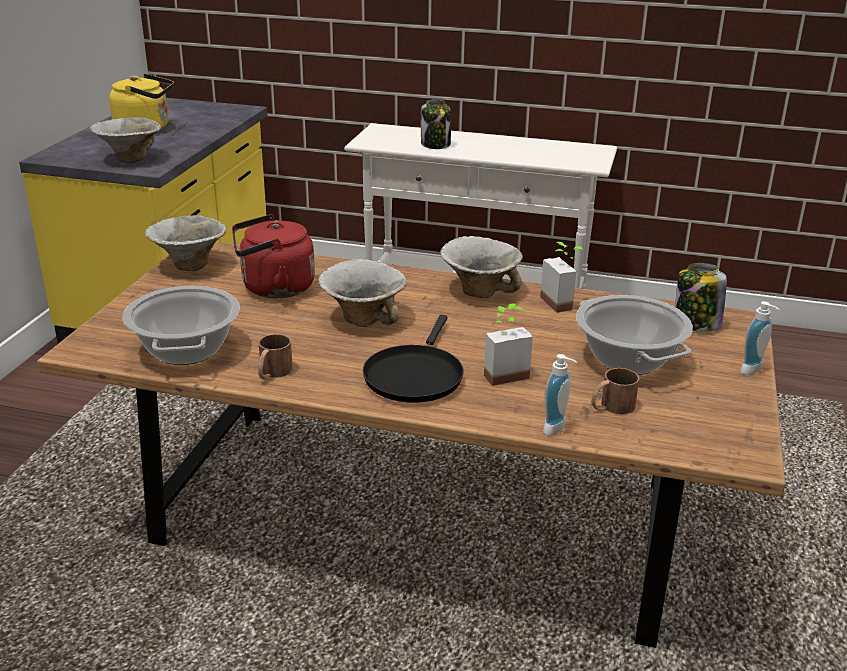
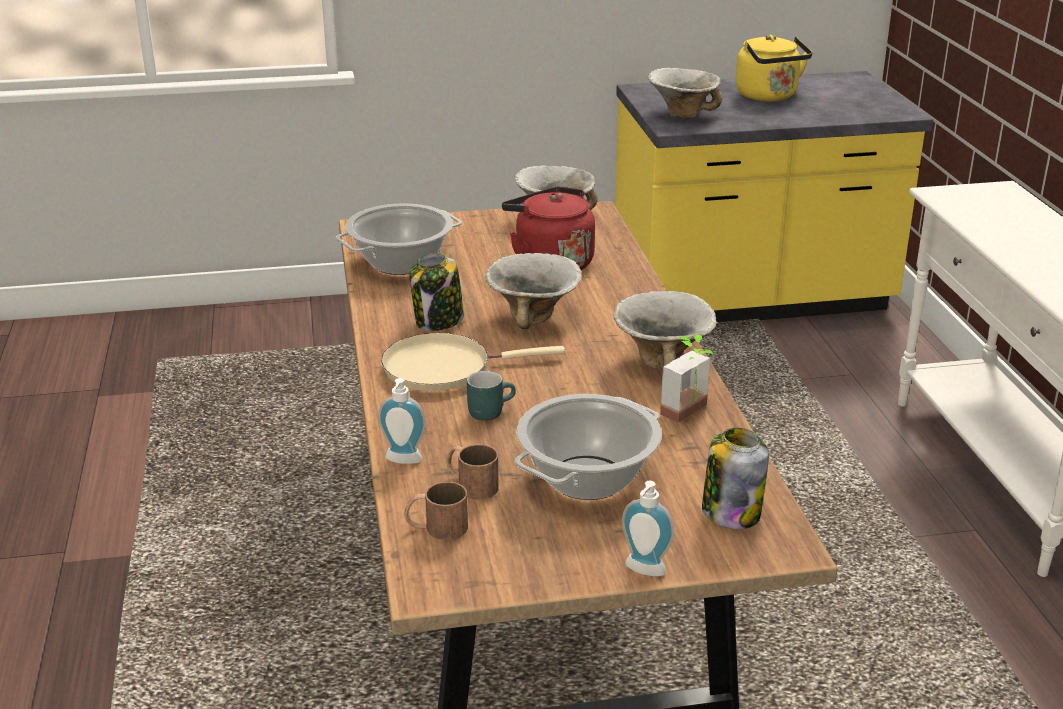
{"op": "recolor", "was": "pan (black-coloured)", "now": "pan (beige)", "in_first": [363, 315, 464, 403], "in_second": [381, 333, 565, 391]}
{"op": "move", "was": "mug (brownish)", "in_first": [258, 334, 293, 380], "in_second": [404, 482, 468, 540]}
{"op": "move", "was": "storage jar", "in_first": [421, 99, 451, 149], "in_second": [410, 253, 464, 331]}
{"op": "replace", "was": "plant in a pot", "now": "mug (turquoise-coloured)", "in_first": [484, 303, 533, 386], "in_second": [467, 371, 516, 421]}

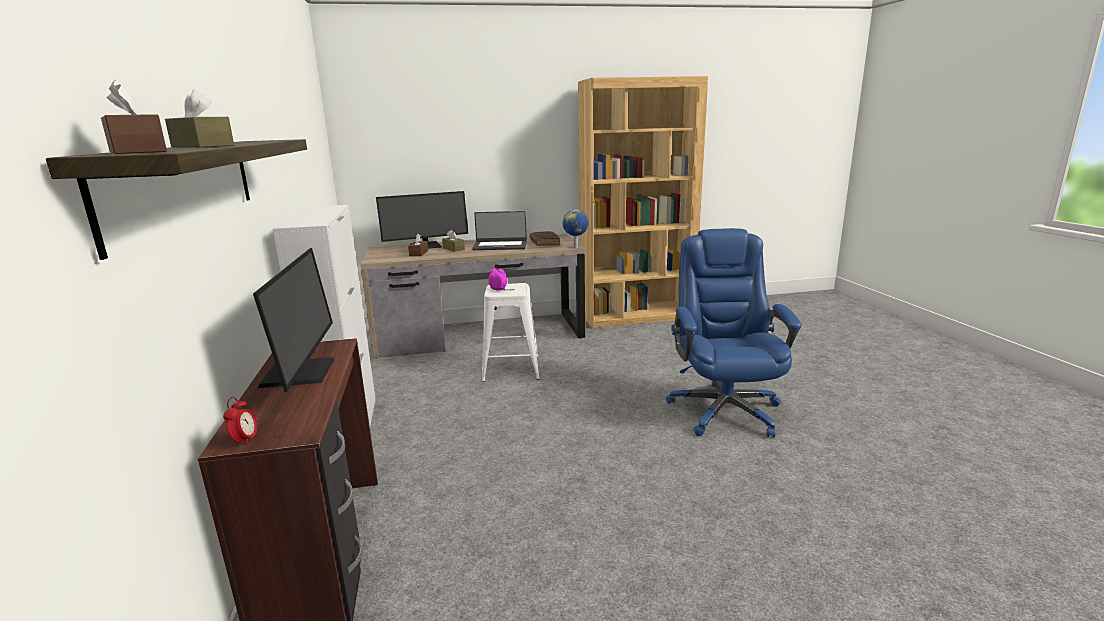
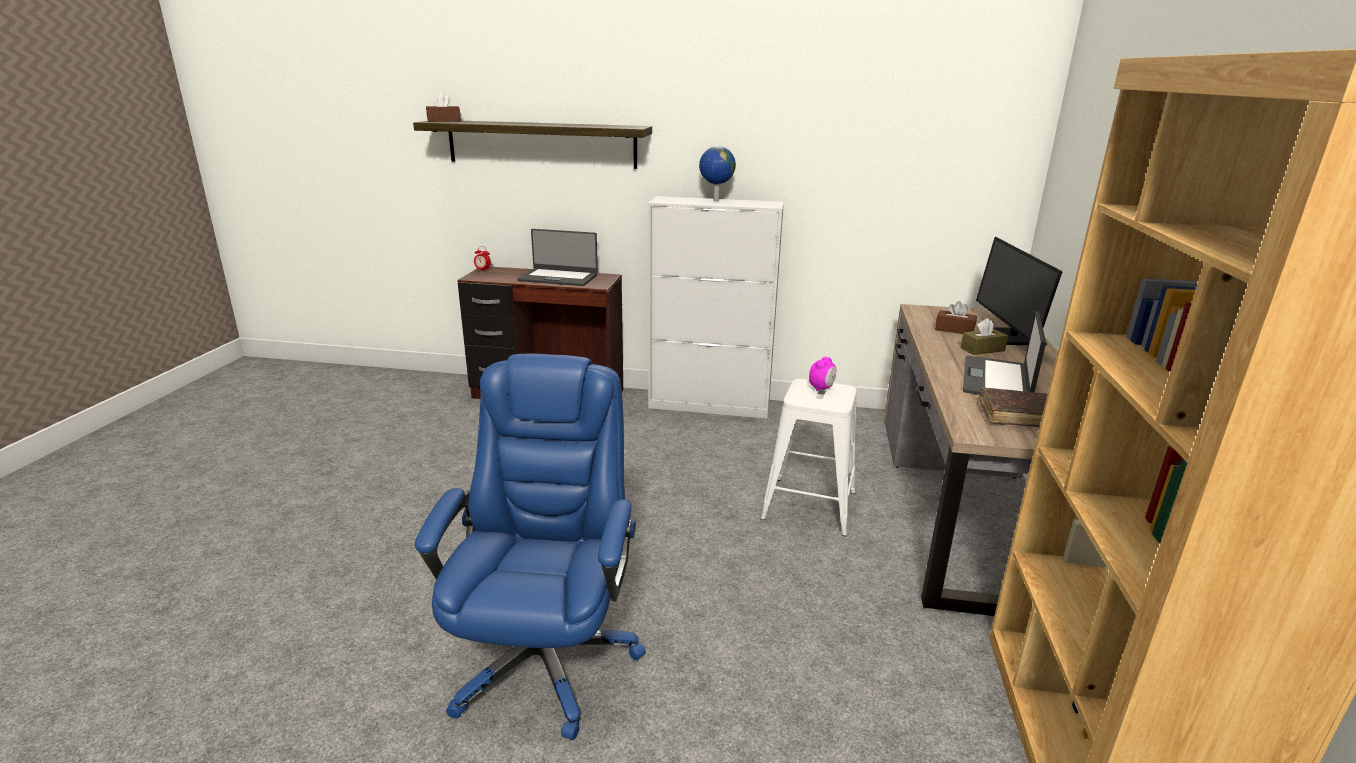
{"op": "rotate", "was": "desk chair (bluish)", "in_first": [666, 228, 802, 438], "in_second": [415, 354, 646, 740], "clockwise": -105}
{"op": "replace", "was": "monitor", "now": "notebook computer", "in_first": [253, 248, 335, 392], "in_second": [517, 229, 598, 286]}
{"op": "move", "was": "desk globe", "in_first": [563, 209, 589, 248], "in_second": [699, 146, 736, 202]}
{"op": "delete", "was": "tissue box (brownish)", "in_first": [165, 89, 234, 147]}

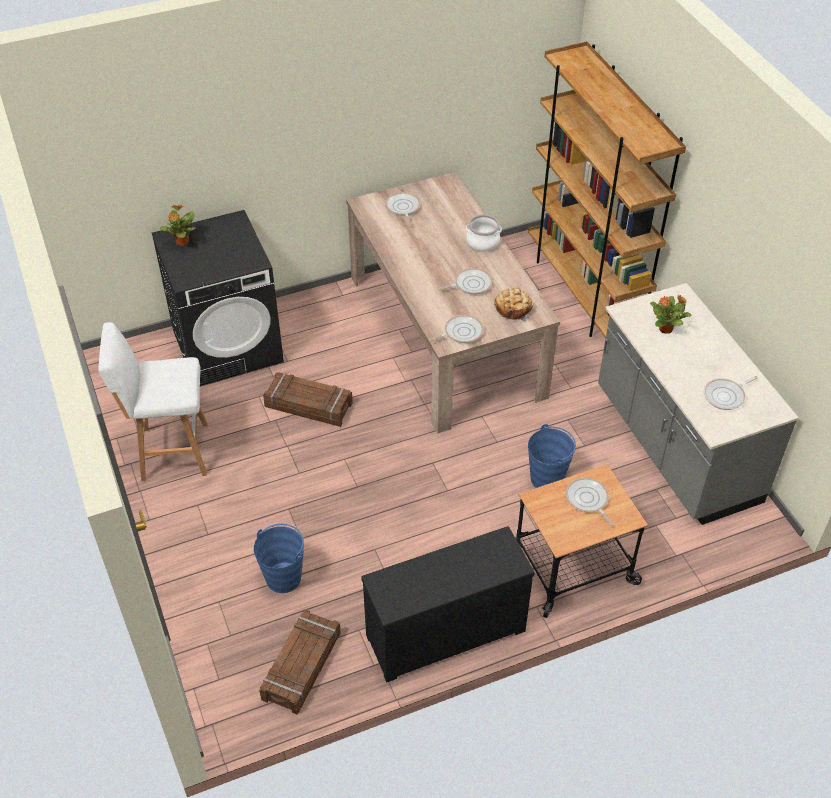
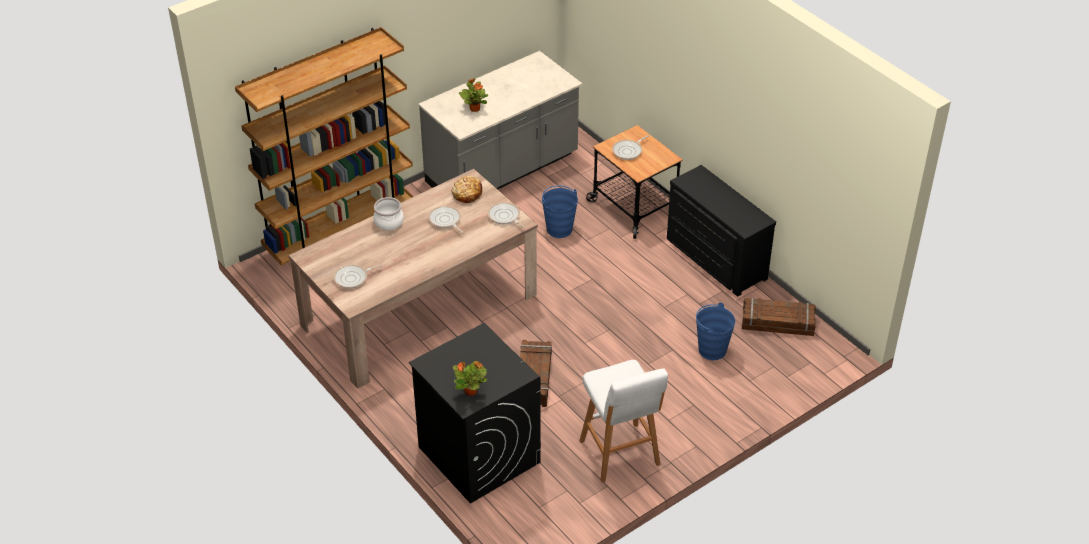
{"op": "delete", "was": "pan", "in_first": [704, 376, 758, 410]}

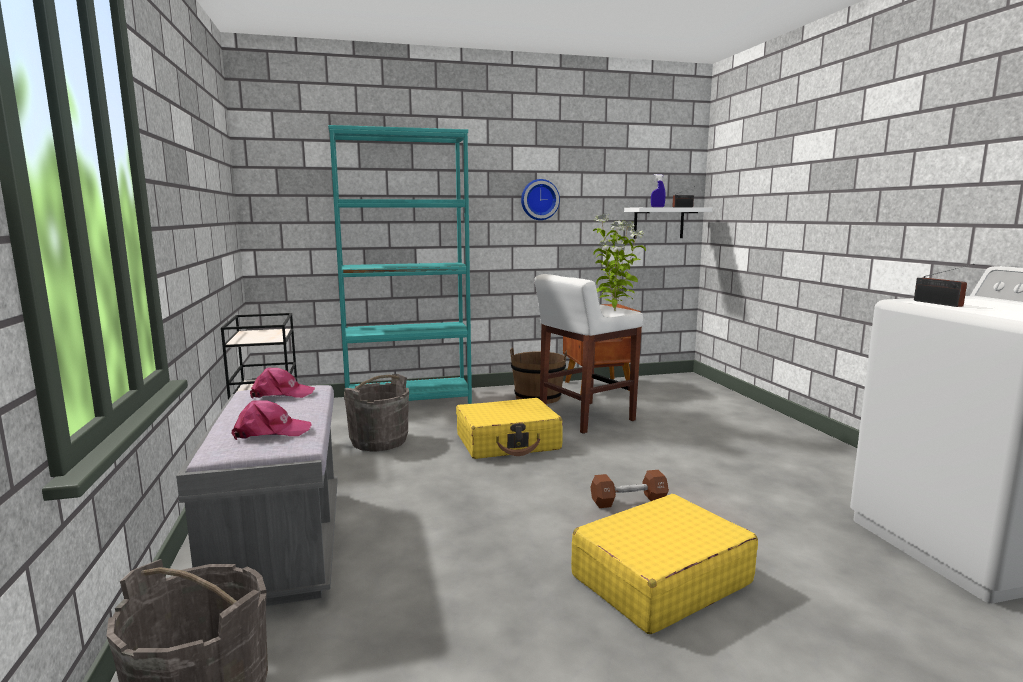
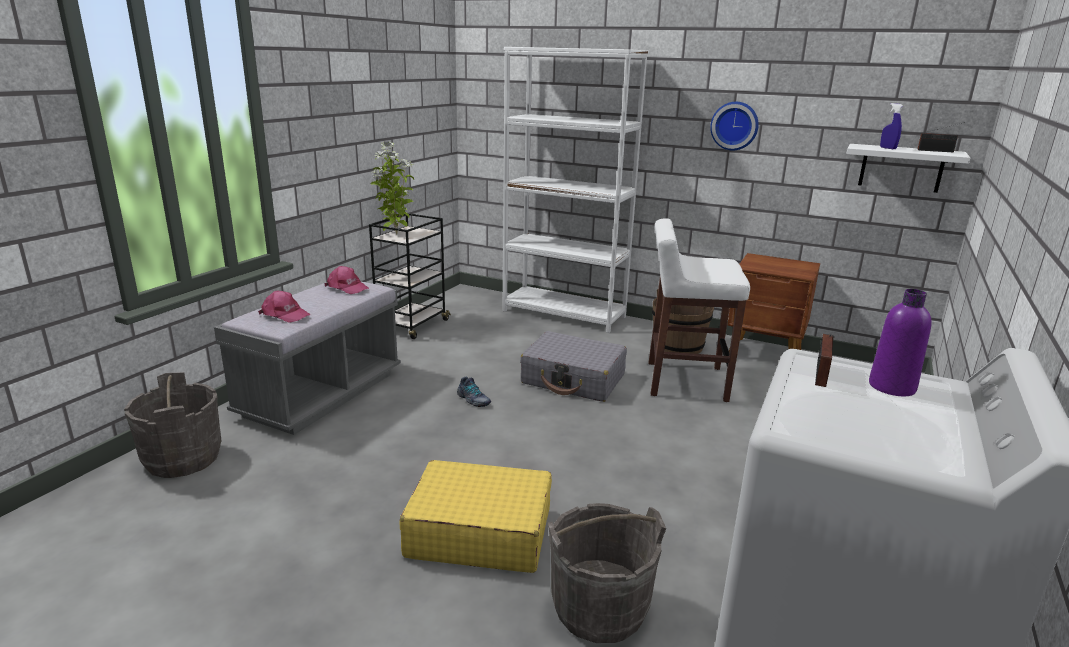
{"op": "move", "was": "plant in a pot", "in_first": [593, 213, 646, 311], "in_second": [371, 141, 414, 234]}
{"op": "insert", "now": "item of footwear", "in_second": [457, 377, 491, 407]}
{"op": "recolor", "was": "bookshelf (turquoise-coloured)", "now": "bookshelf (whitish)", "in_first": [328, 125, 472, 404], "in_second": [503, 47, 648, 333]}
{"op": "recolor", "was": "travel case (yellowish)", "now": "travel case (gray)", "in_first": [456, 398, 563, 459], "in_second": [520, 331, 627, 402]}
{"op": "move", "was": "bucket (gray)", "in_first": [344, 374, 409, 451], "in_second": [548, 503, 666, 643]}
{"op": "insert", "now": "beverage bottle (purple)", "in_second": [869, 289, 931, 396]}
{"op": "delete", "was": "dumbbell (brownish)", "in_first": [590, 470, 669, 508]}

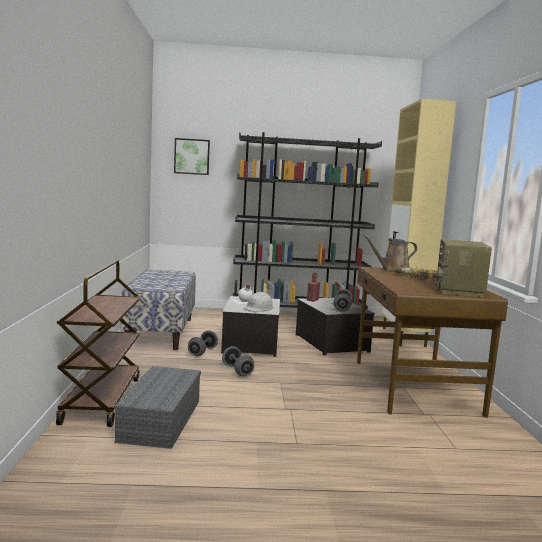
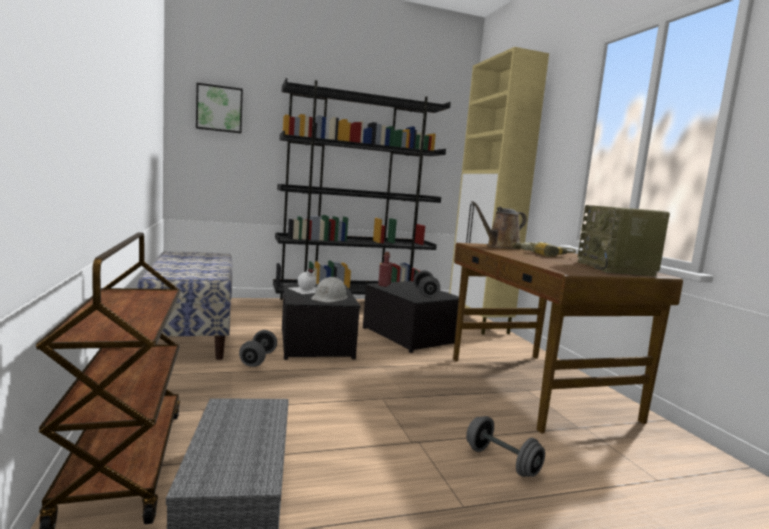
{"op": "move", "was": "dumbbell (gray)", "in_first": [222, 346, 254, 376], "in_second": [466, 416, 545, 477]}

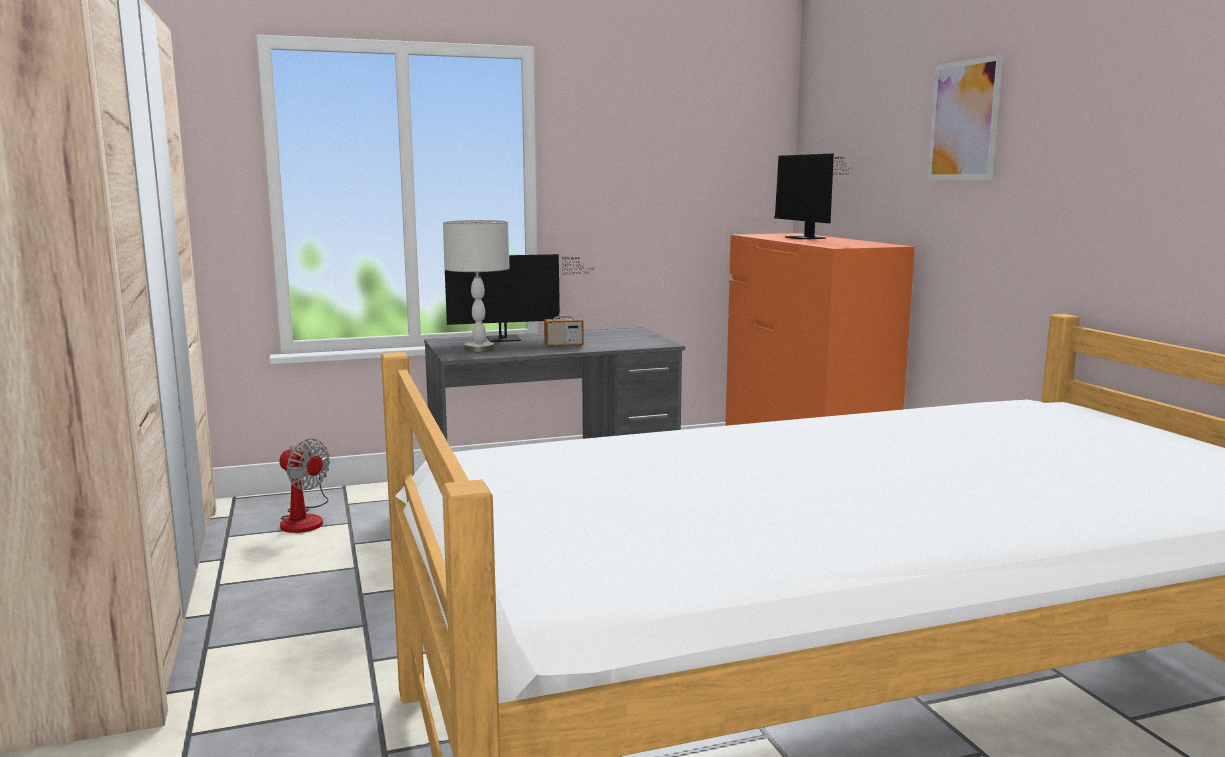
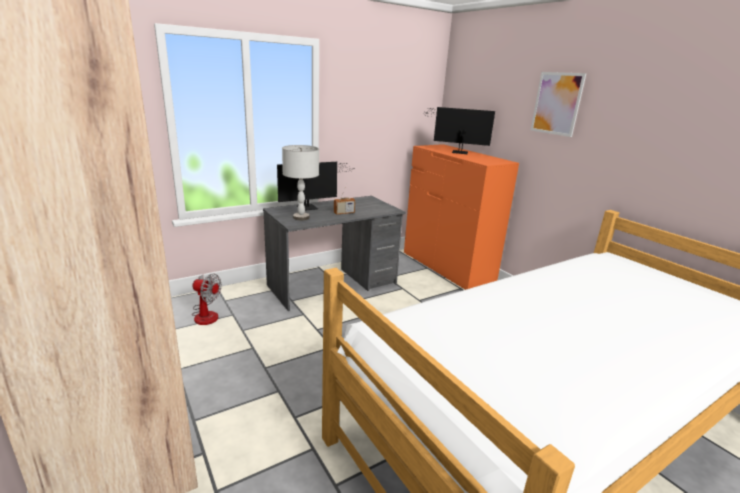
{"op": "rotate", "was": "monitor", "in_first": [774, 154, 853, 239], "in_second": [418, 107, 495, 154], "clockwise": 135}

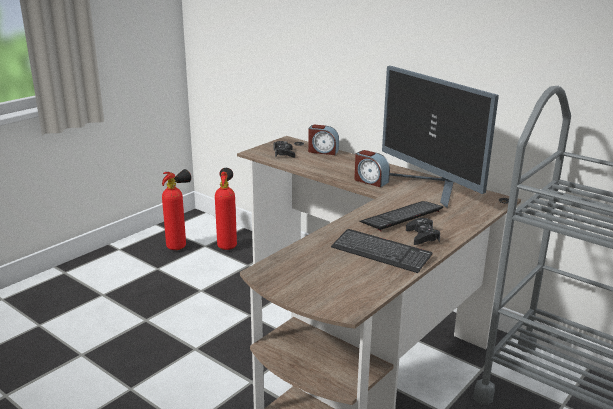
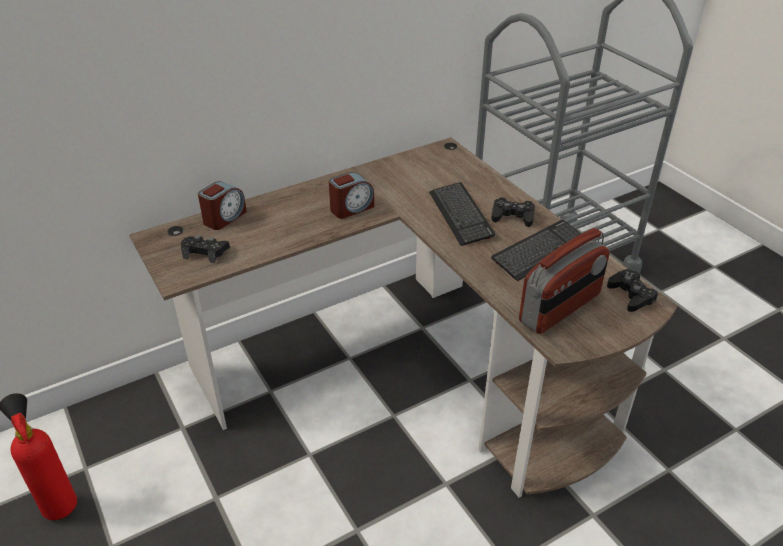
{"op": "insert", "now": "radio", "in_second": [519, 228, 609, 334]}
{"op": "insert", "now": "game controller (black-coloured)", "in_second": [607, 269, 658, 312]}
{"op": "delete", "was": "extinguisher", "in_first": [215, 168, 237, 250]}
{"op": "delete", "was": "monitor", "in_first": [382, 66, 499, 208]}

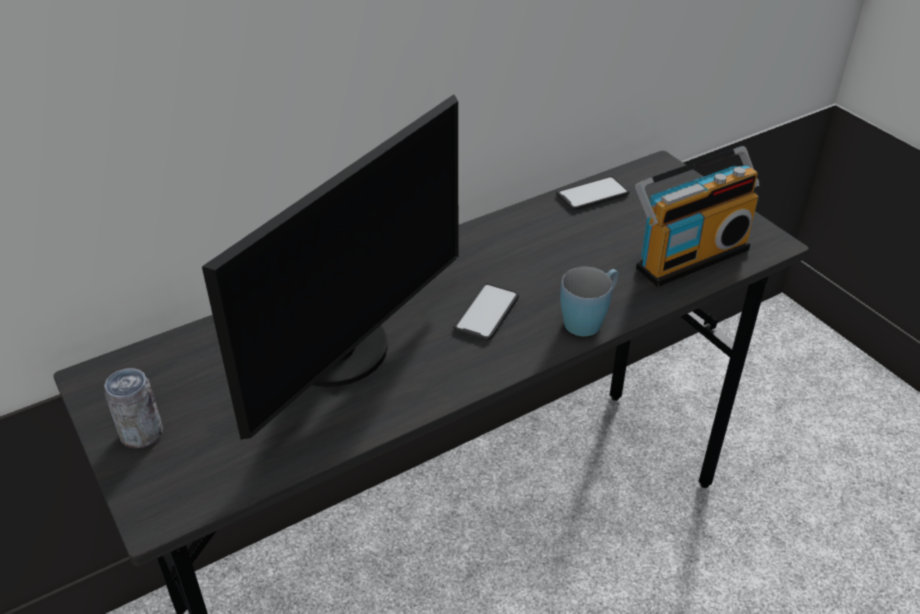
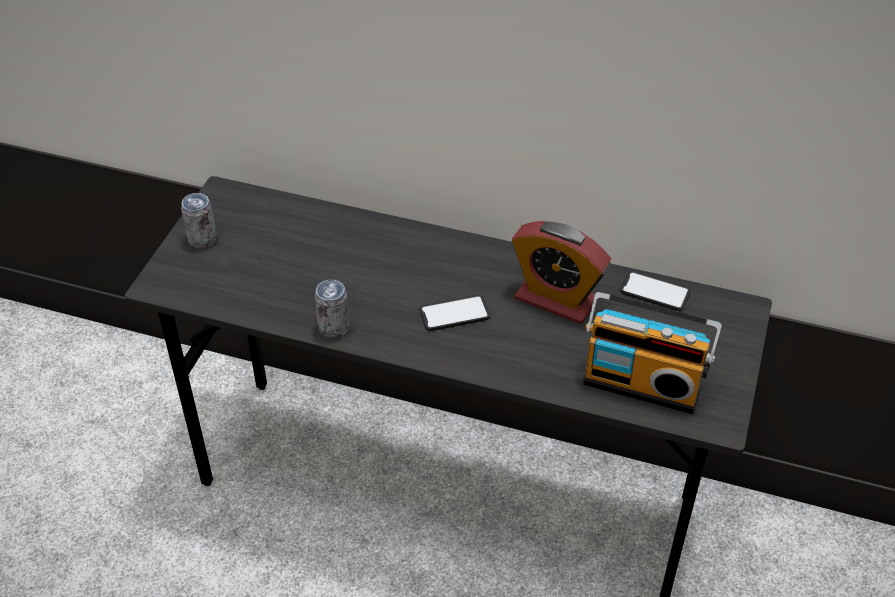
{"op": "insert", "now": "metal can", "in_second": [315, 280, 350, 338]}
{"op": "insert", "now": "table clock", "in_second": [512, 221, 611, 324]}
{"op": "delete", "was": "monitor", "in_first": [202, 94, 458, 440]}
{"op": "delete", "was": "mug (bluish)", "in_first": [560, 267, 619, 336]}

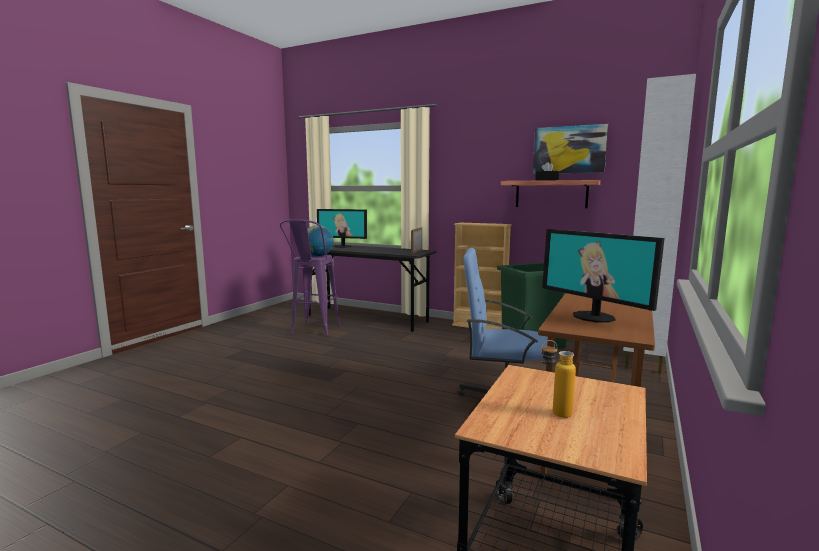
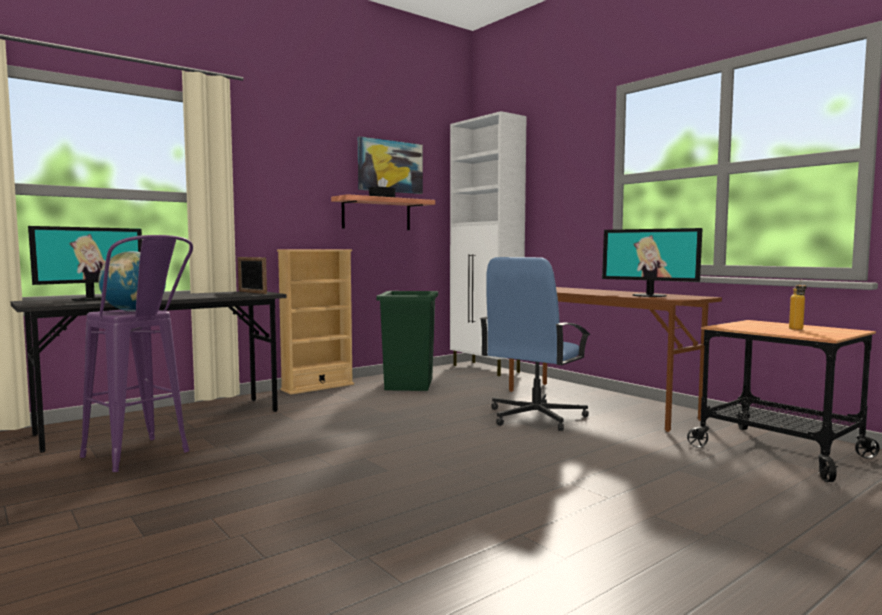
{"op": "rotate", "was": "monitor", "in_first": [542, 229, 665, 323], "in_second": [602, 228, 703, 297], "clockwise": 45}

